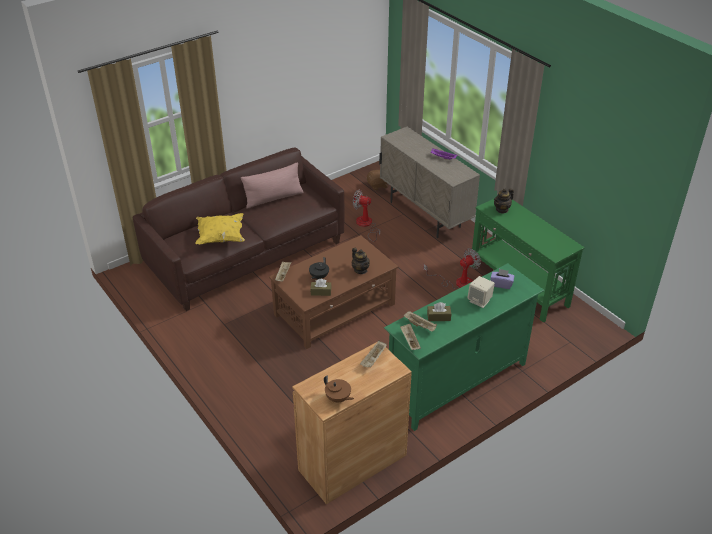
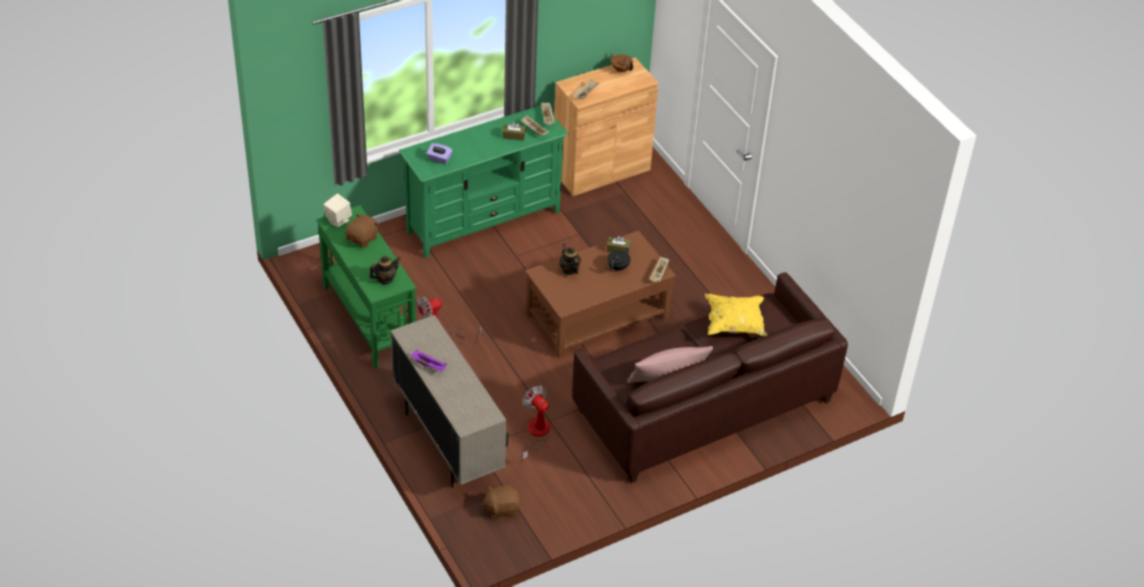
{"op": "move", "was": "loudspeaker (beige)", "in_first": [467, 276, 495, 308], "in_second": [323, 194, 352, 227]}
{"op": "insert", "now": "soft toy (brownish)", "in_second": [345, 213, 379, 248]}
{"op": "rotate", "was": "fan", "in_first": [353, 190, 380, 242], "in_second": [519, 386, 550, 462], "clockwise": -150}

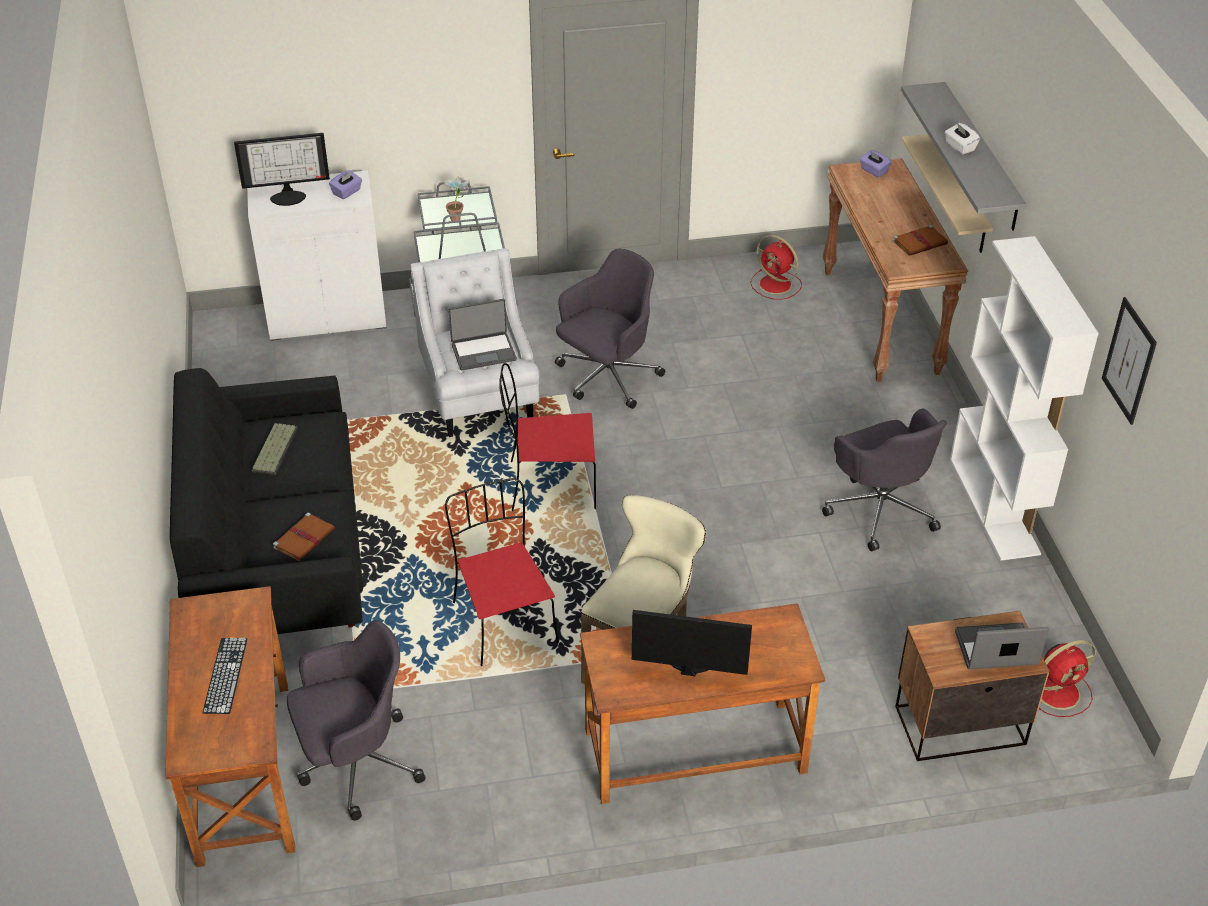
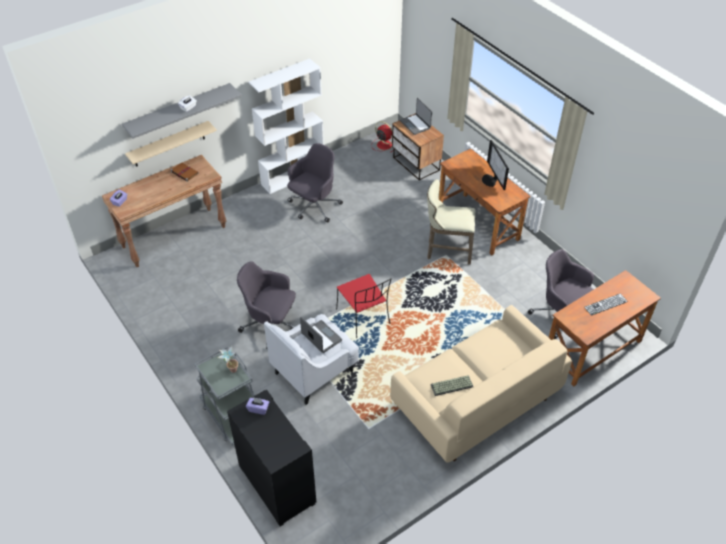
{"op": "recolor", "was": "storage cabinet (whitish)", "now": "storage cabinet (black-coloured)", "in_first": [247, 170, 387, 341], "in_second": [227, 390, 316, 526]}
{"op": "recolor", "was": "sofa (black-coloured)", "now": "sofa (beige)", "in_first": [170, 368, 363, 634], "in_second": [390, 305, 572, 463]}
{"op": "delete", "was": "monitor", "in_first": [234, 133, 330, 206]}
{"op": "delete", "was": "book (brownish)", "in_first": [273, 513, 335, 561]}
{"op": "delete", "was": "upright chair (reddish)", "in_first": [445, 478, 559, 666]}
{"op": "delete", "was": "fan (reddish)", "in_first": [750, 235, 802, 300]}
{"op": "delete", "was": "wall art", "in_first": [1102, 297, 1157, 425]}

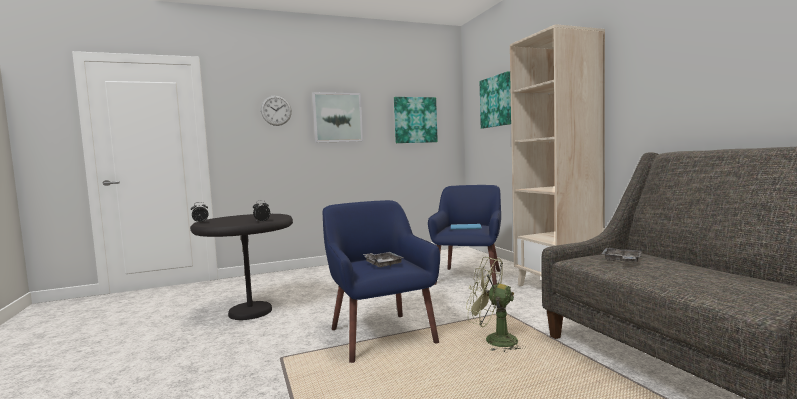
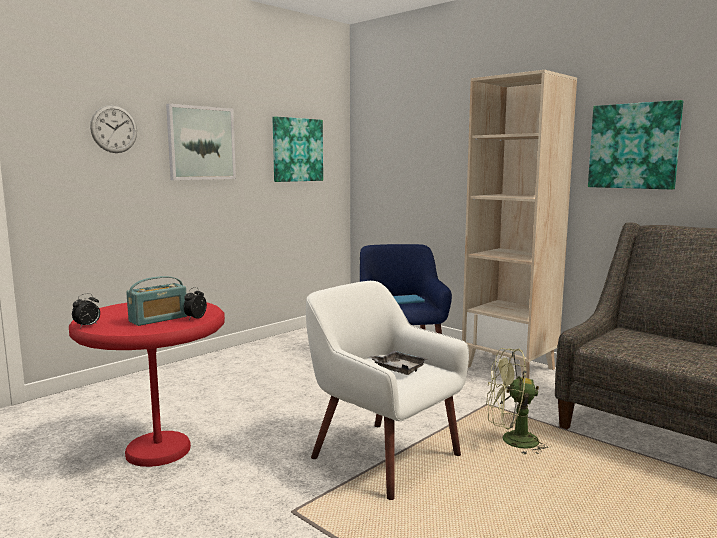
{"op": "recolor", "was": "side table (black-coloured)", "now": "side table (reddish)", "in_first": [190, 214, 293, 320], "in_second": [69, 302, 225, 467]}
{"op": "insert", "now": "radio", "in_second": [126, 276, 187, 326]}
{"op": "recolor", "was": "armchair (bluish)", "now": "armchair (whitish)", "in_first": [323, 200, 440, 363], "in_second": [306, 281, 469, 500]}
{"op": "move", "was": "wall art", "in_first": [480, 71, 511, 129], "in_second": [588, 100, 683, 190]}
{"op": "delete", "was": "carrying tray (gray)", "in_first": [601, 248, 642, 262]}

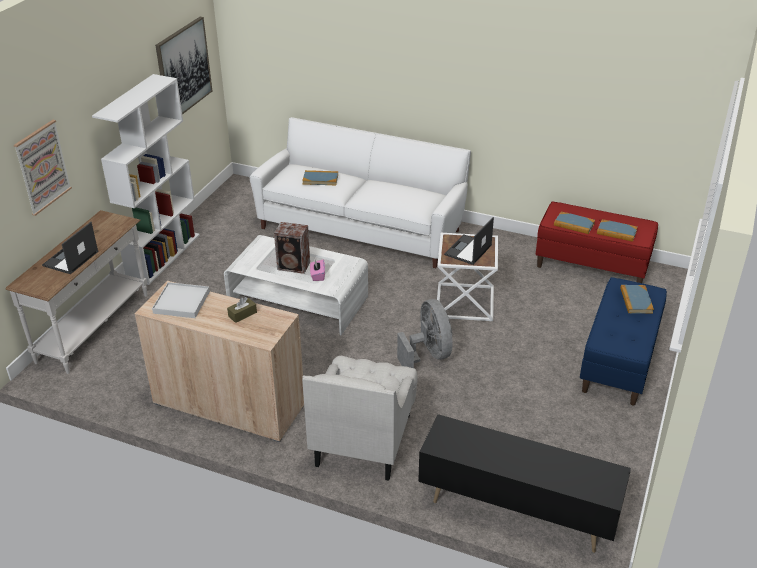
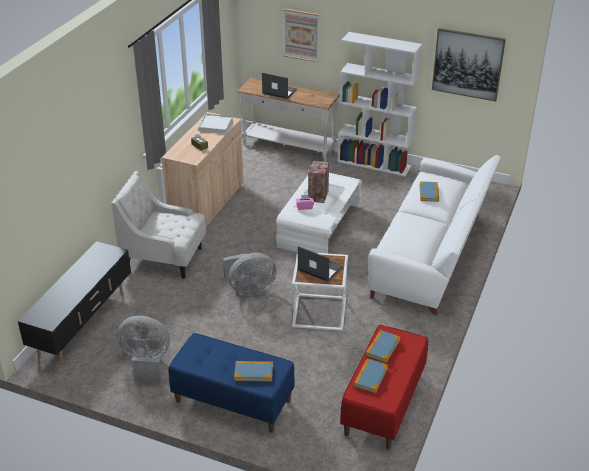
{"op": "insert", "now": "fan (gray)", "in_second": [117, 316, 170, 383]}

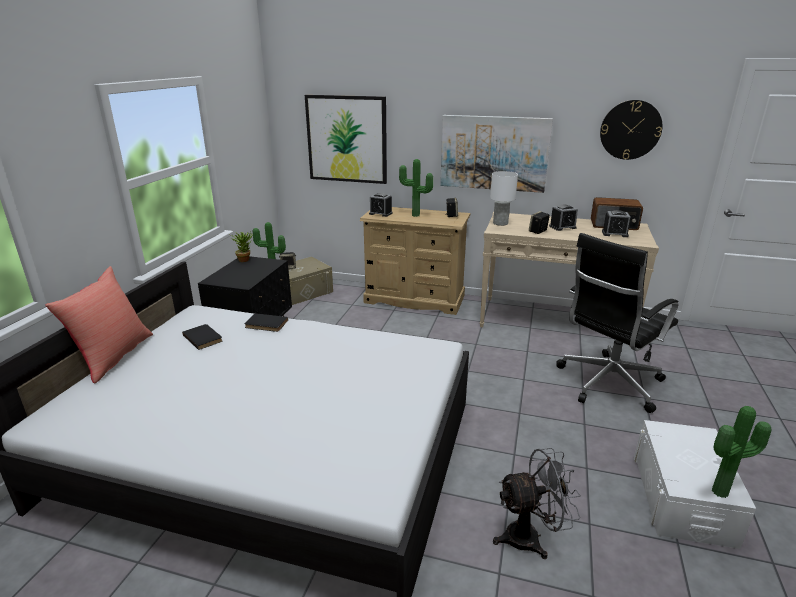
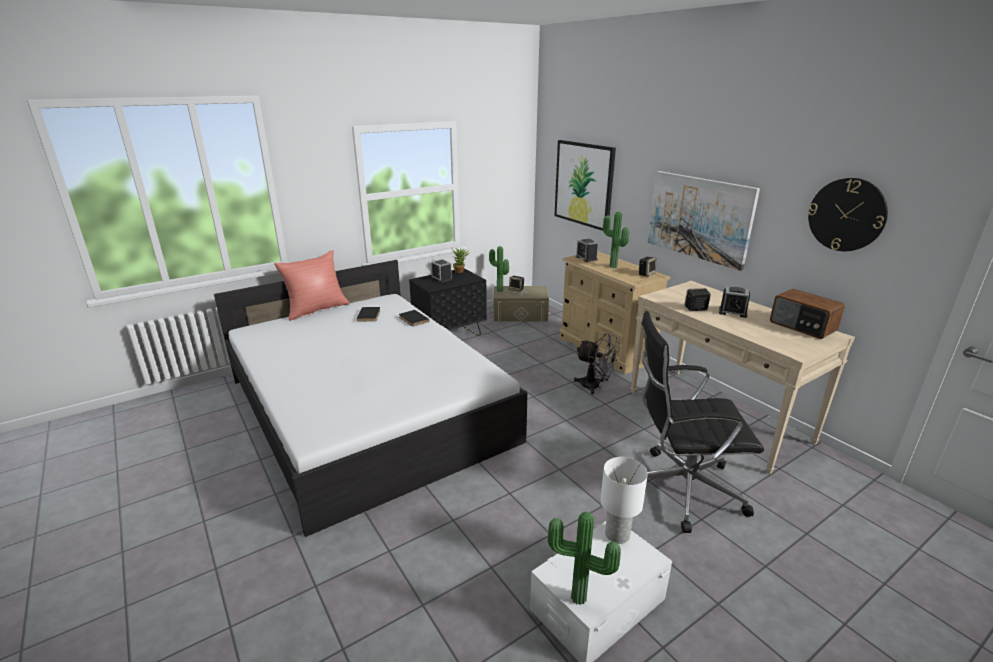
{"op": "move", "was": "table clock", "in_first": [602, 210, 631, 237], "in_second": [431, 259, 452, 283]}
{"op": "move", "was": "fan (gray)", "in_first": [493, 448, 581, 559], "in_second": [574, 333, 620, 394]}
{"op": "move", "was": "lamp for a table (whitish)", "in_first": [490, 171, 518, 226], "in_second": [600, 457, 648, 544]}

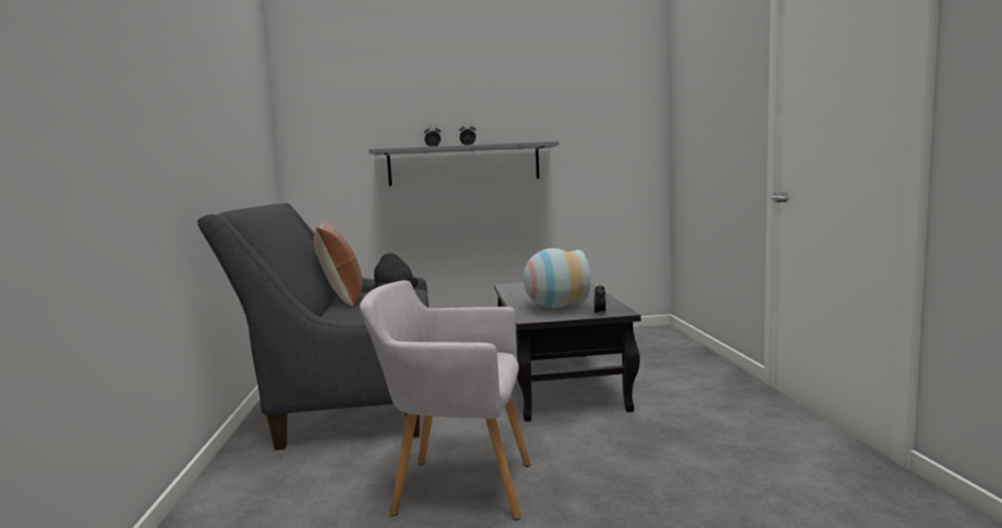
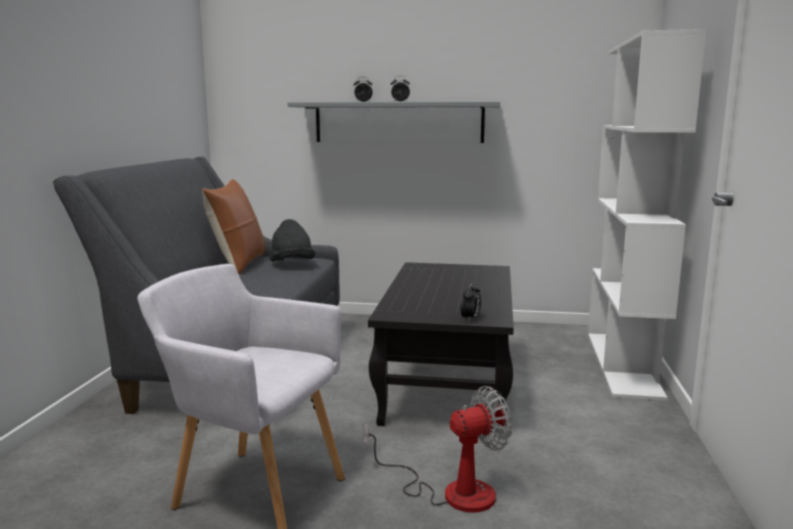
{"op": "insert", "now": "fan", "in_second": [364, 386, 512, 513]}
{"op": "insert", "now": "bookshelf (whitish)", "in_second": [588, 29, 706, 401]}
{"op": "delete", "was": "decorative vase", "in_first": [523, 248, 590, 308]}

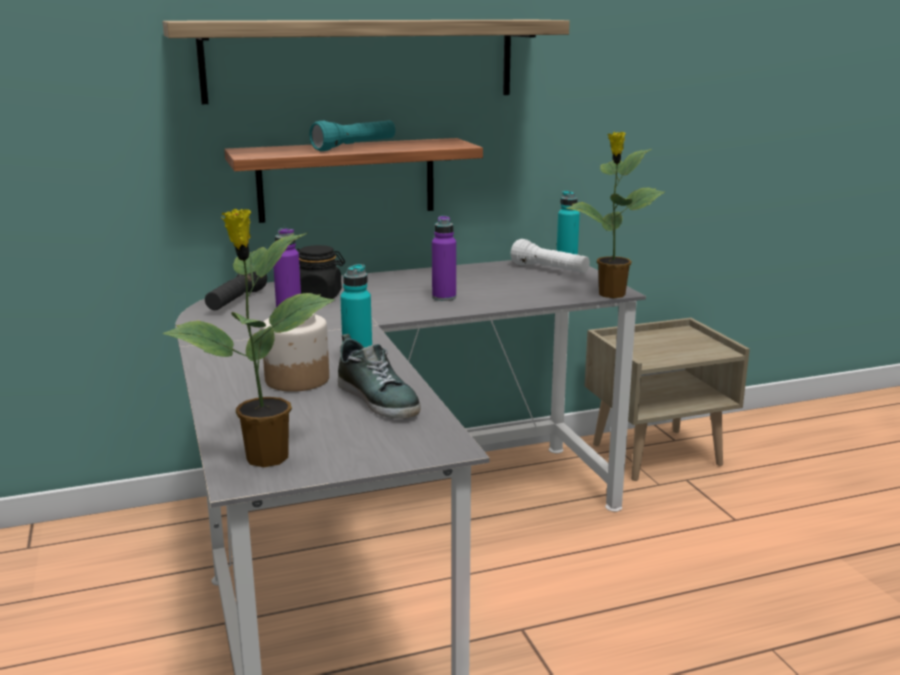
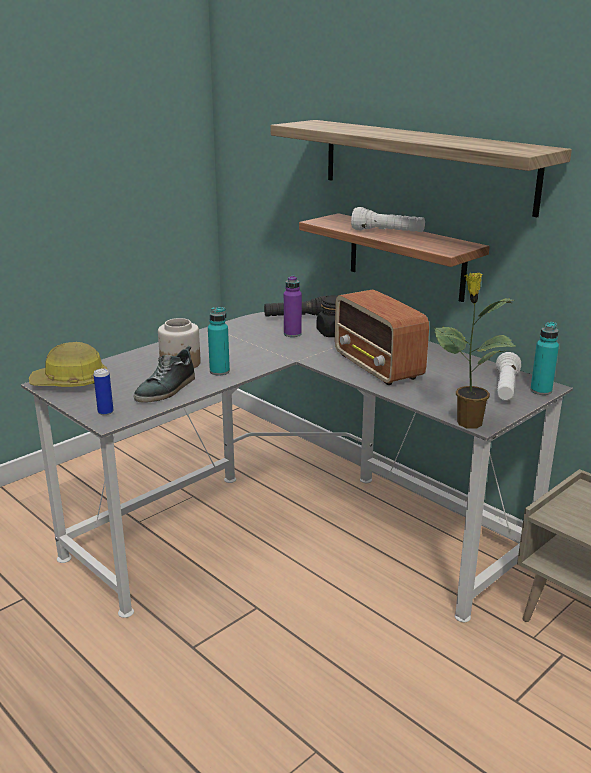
{"op": "replace", "was": "plant in a pot", "now": "hard hat", "in_first": [163, 209, 335, 467], "in_second": [29, 342, 108, 387]}
{"op": "insert", "now": "metal can", "in_second": [93, 369, 113, 415]}
{"op": "replace", "was": "beverage bottle (purple)", "now": "radio", "in_first": [432, 216, 456, 301], "in_second": [335, 290, 429, 385]}
{"op": "recolor", "was": "torch (turquoise-coloured)", "now": "torch (whitish)", "in_first": [309, 120, 395, 151], "in_second": [351, 207, 425, 232]}

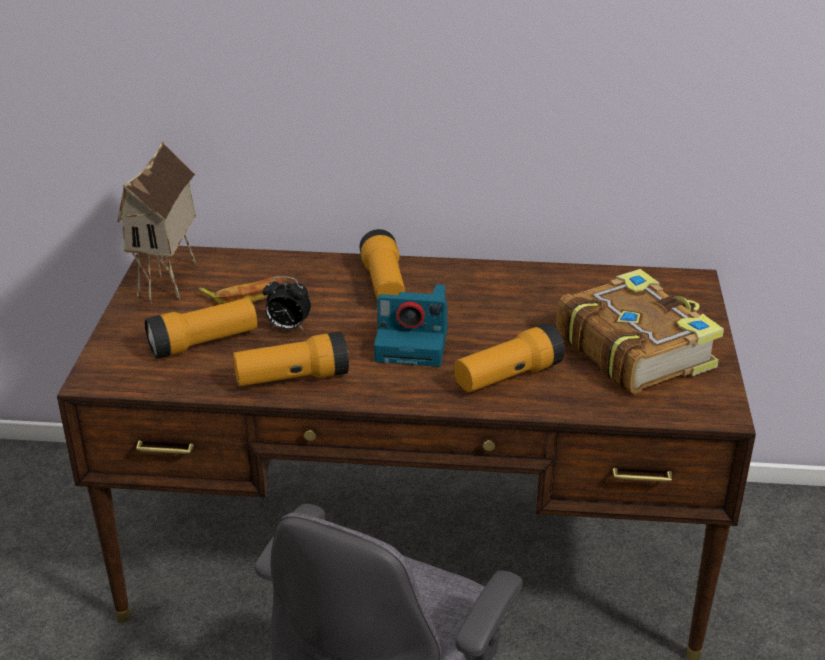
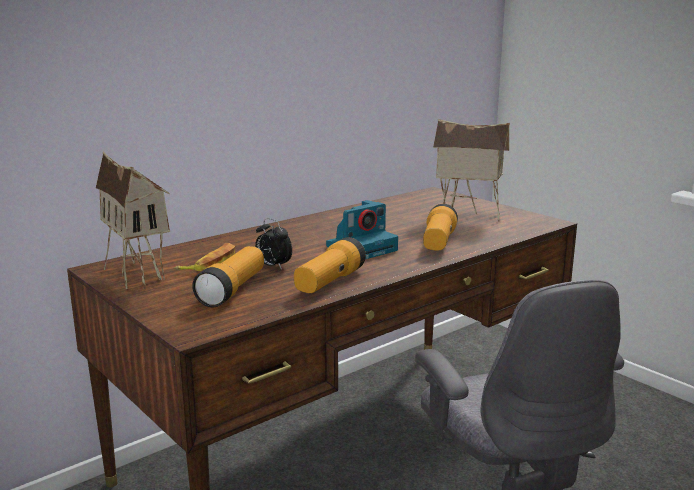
{"op": "rotate", "was": "table clock", "in_first": [263, 276, 311, 330], "in_second": [255, 218, 292, 270], "clockwise": 75}
{"op": "replace", "was": "book", "now": "miniature house", "in_first": [557, 269, 724, 393], "in_second": [433, 119, 510, 221]}
{"op": "delete", "was": "torch", "in_first": [359, 229, 405, 299]}

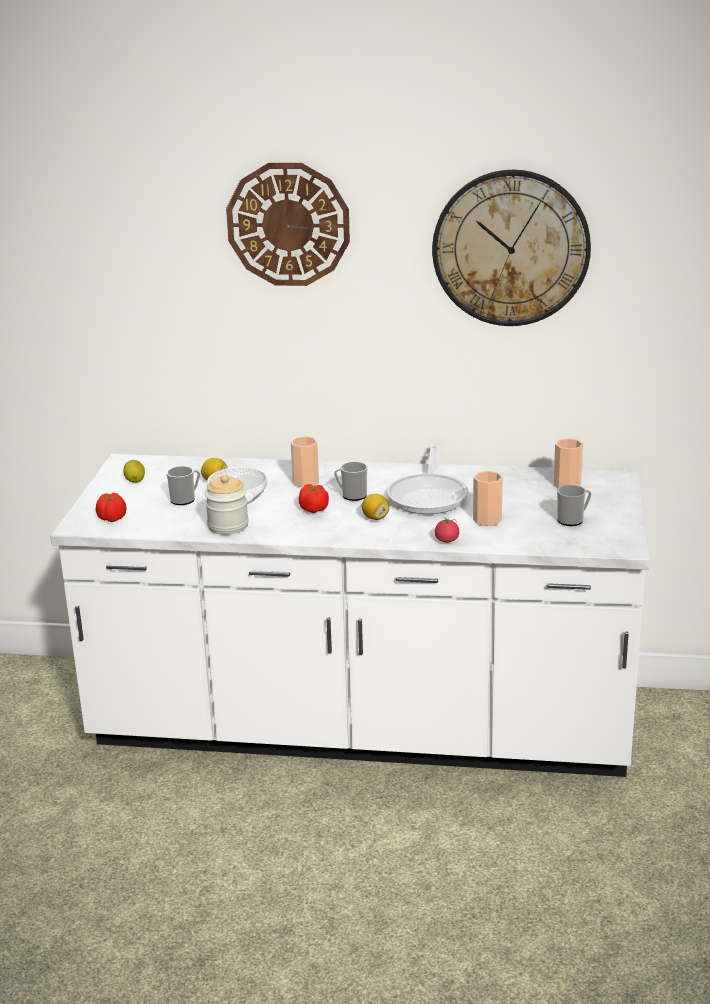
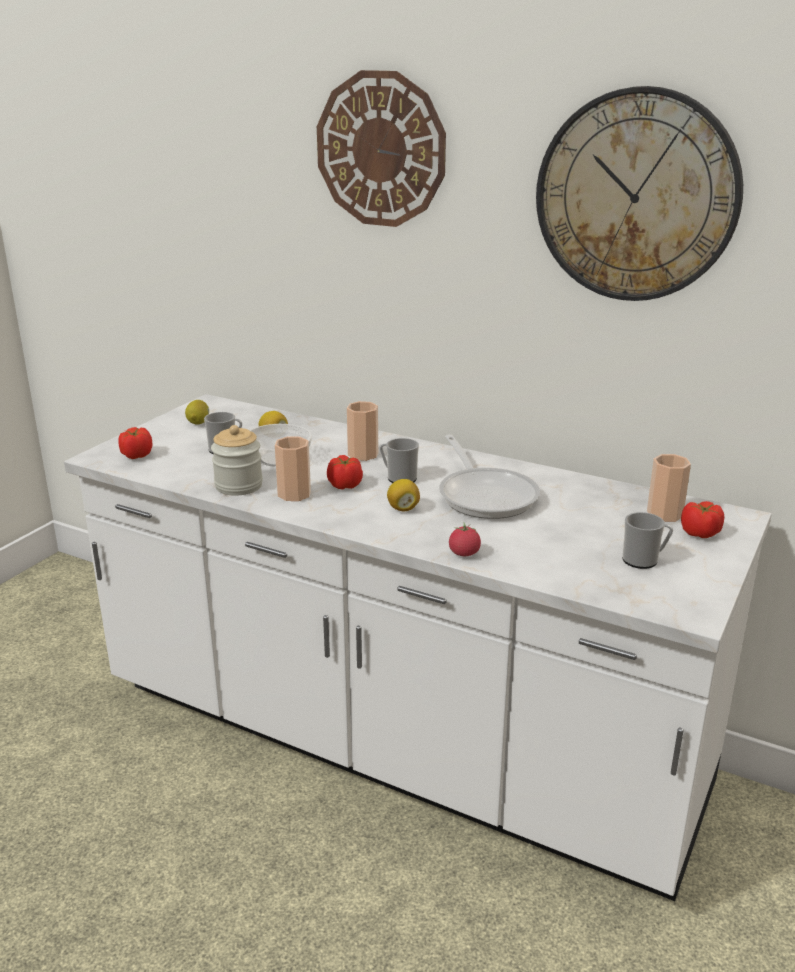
{"op": "move", "was": "cup", "in_first": [473, 471, 503, 526], "in_second": [275, 436, 311, 501]}
{"op": "rotate", "was": "pan", "in_first": [387, 444, 468, 514], "in_second": [439, 435, 540, 519], "clockwise": -45}
{"op": "insert", "now": "tomato", "in_second": [681, 501, 724, 538]}

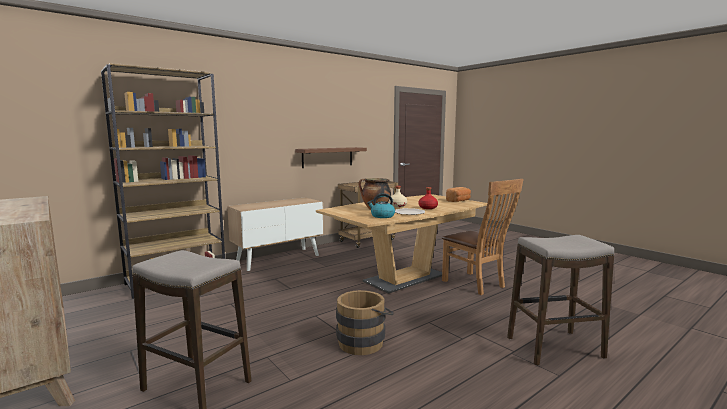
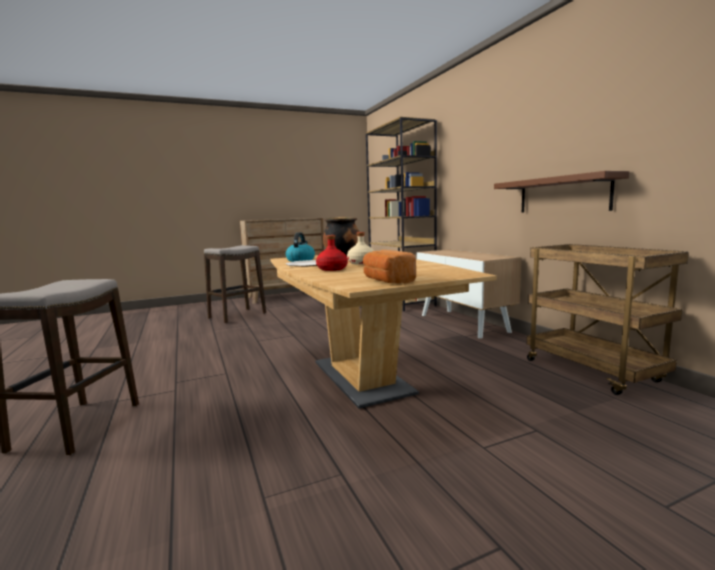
{"op": "delete", "was": "bucket (brownish)", "in_first": [336, 290, 394, 355]}
{"op": "delete", "was": "upright chair (brownish)", "in_first": [442, 179, 524, 295]}

